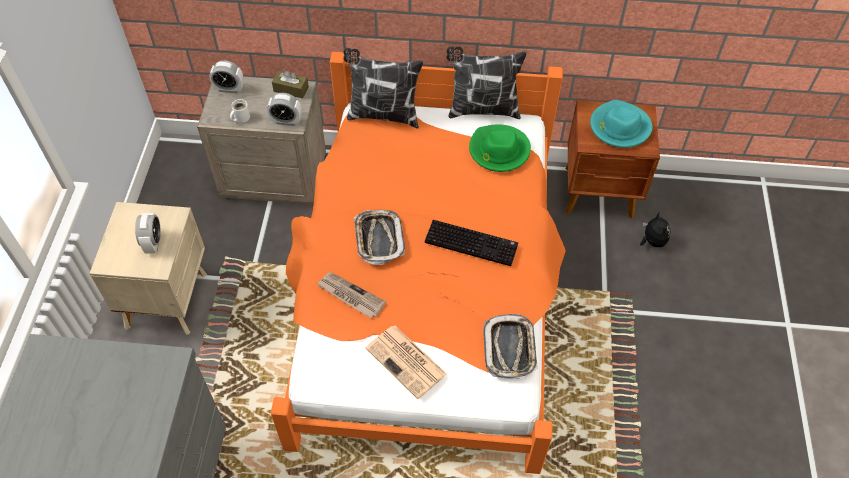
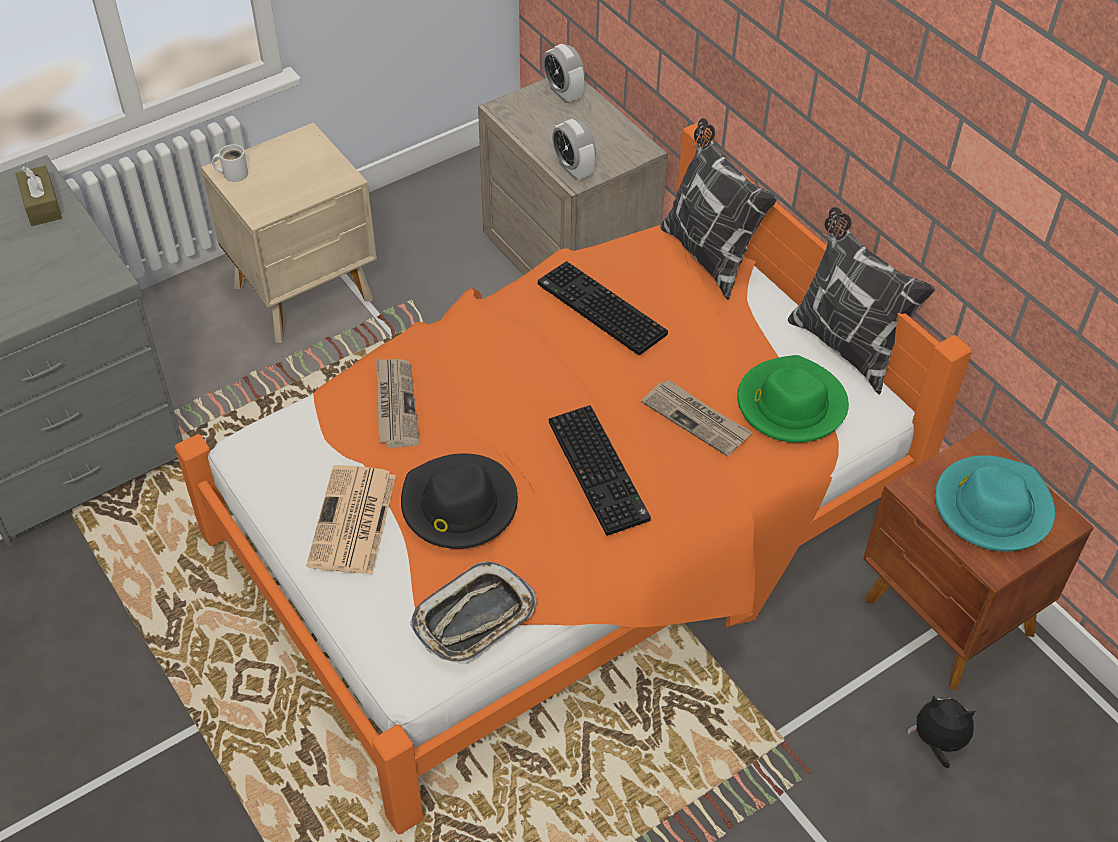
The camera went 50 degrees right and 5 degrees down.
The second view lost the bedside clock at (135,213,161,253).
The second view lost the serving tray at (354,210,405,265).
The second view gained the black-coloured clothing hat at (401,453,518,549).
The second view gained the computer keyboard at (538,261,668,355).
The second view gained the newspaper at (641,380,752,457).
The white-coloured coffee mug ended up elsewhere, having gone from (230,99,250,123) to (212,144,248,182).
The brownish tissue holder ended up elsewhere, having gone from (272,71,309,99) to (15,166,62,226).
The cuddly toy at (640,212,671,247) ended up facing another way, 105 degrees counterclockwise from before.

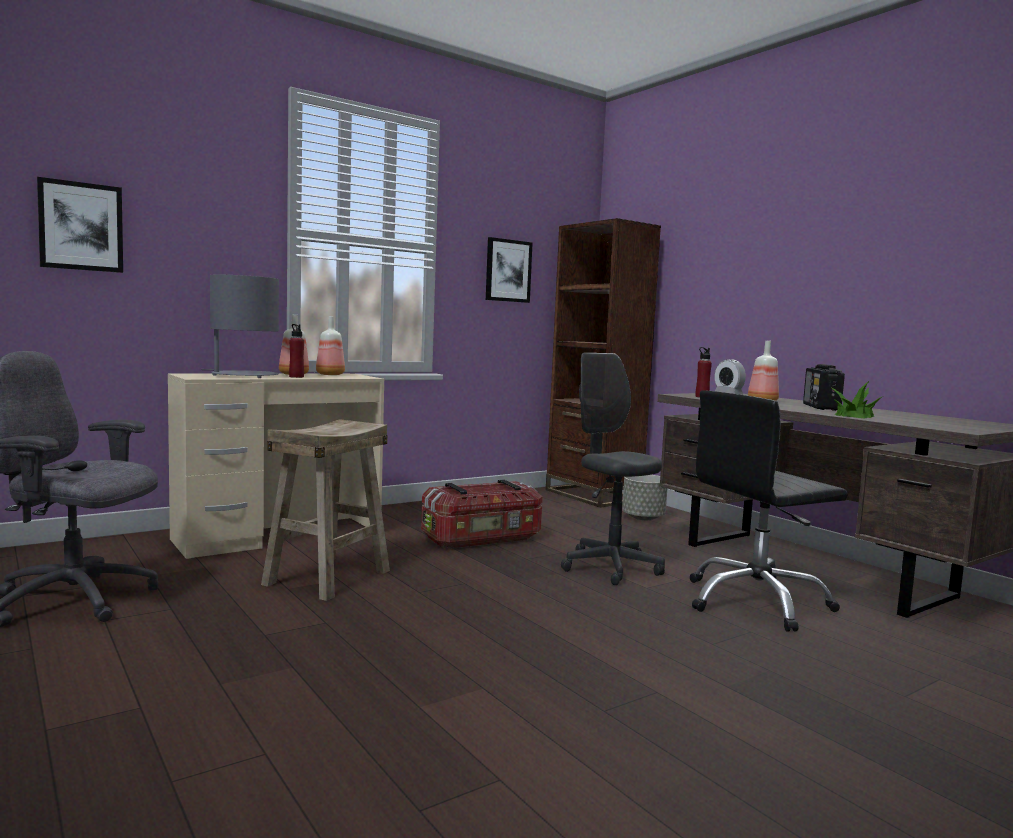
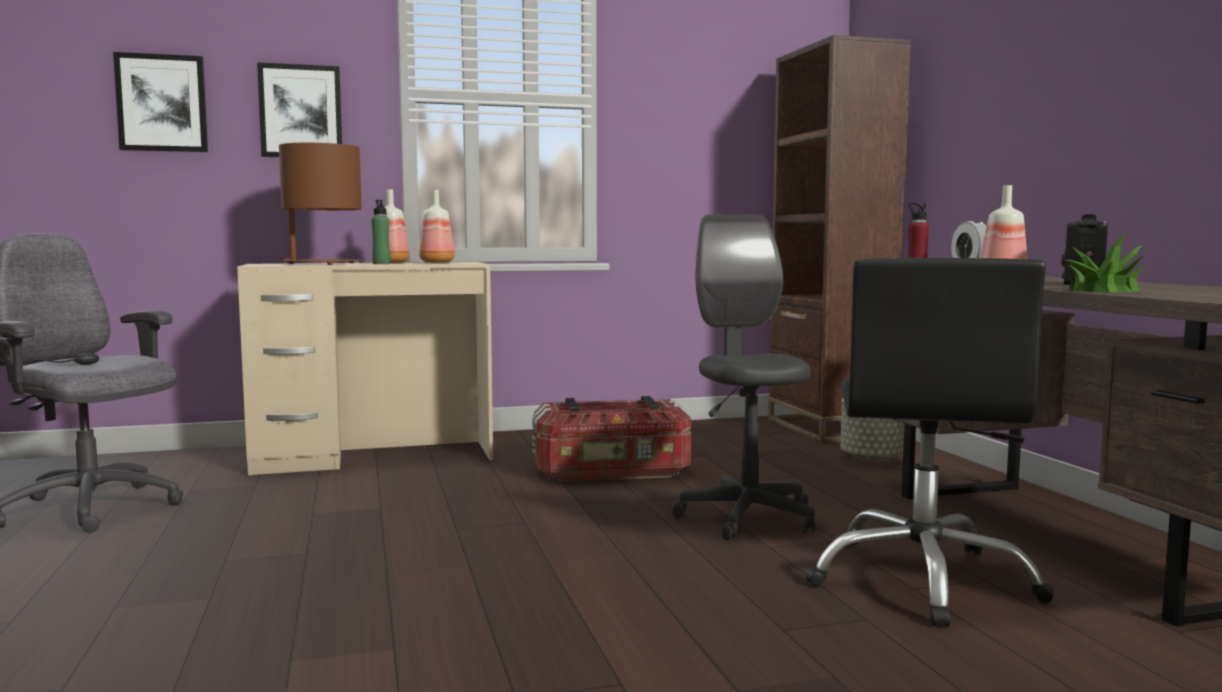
The camera went 20 degrees right and 0 degrees up.
The second view lost the sand-coloured stool seat at (261,419,390,601).
The wall art ended up elsewhere, having gone from (486,237,533,303) to (257,62,342,157).
What was the gray table lamp at (202,274,279,378) turned into the brownish table lamp at (277,143,364,265).
What was the reddish bottle at (289,324,304,378) turned into the green-coloured bottle at (371,200,390,264).
The black-coloured desk chair at (689,390,848,632) ended up facing another way, 75 degrees counterclockwise from before.

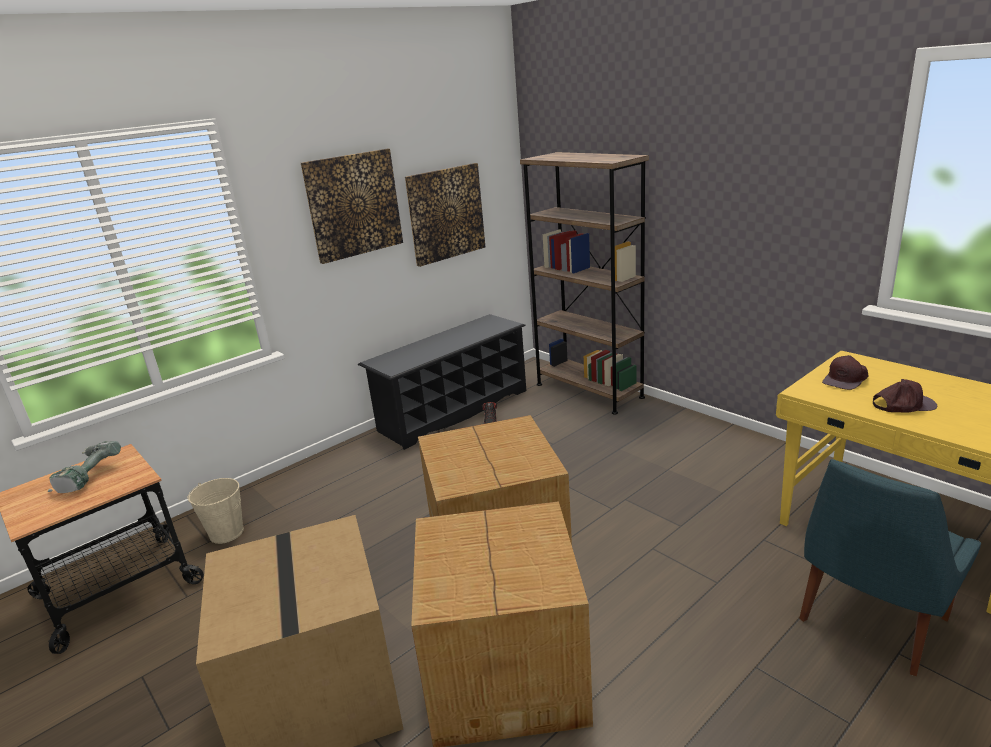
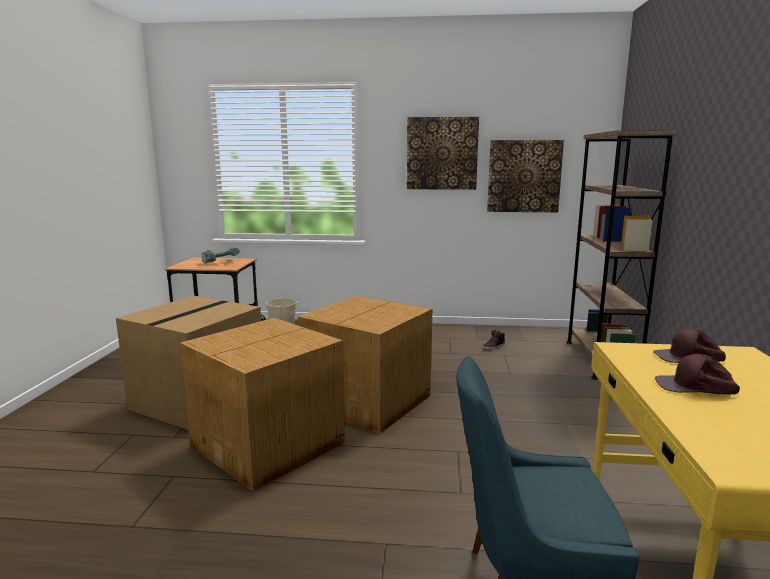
The camera went 45 degrees right and 10 degrees down.
The second view lost the black-coloured shoe rack at (358,314,526,450).
The brownish peaked cap at (873,379,937,413) ended up facing another way, 150 degrees clockwise from before.

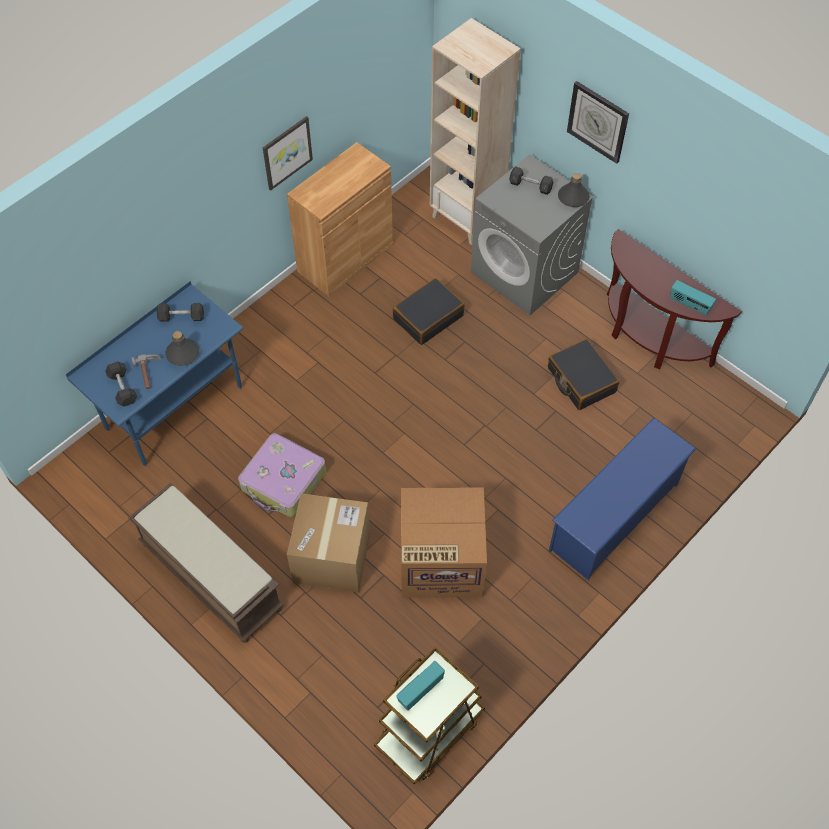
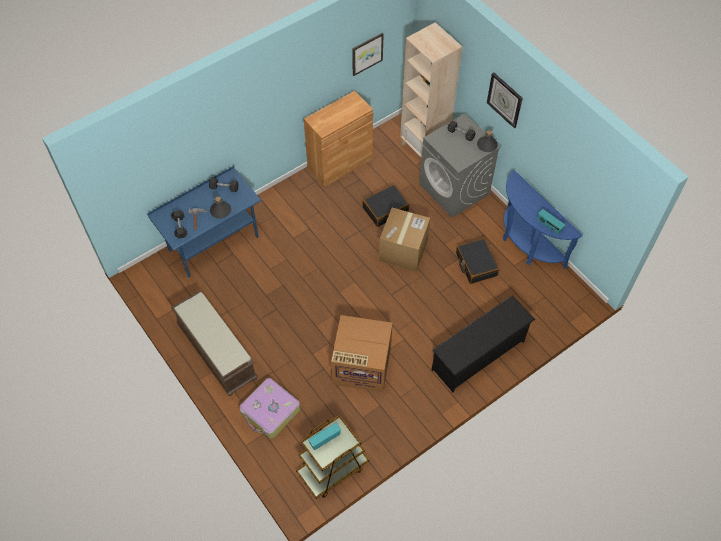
The camera went 10 degrees right and 0 degrees up.
The travel case ended up elsewhere, having gone from (238,433,326,517) to (239,378,300,439).
The wall art ended up elsewhere, having gone from (263,116,313,191) to (352,33,384,76).
The cardboard box ended up elsewhere, having gone from (287,493,370,593) to (379,208,430,272).
What was the blue shoe rack at (549,418,696,580) turned into the black-coloured shoe rack at (432,296,535,392).
What was the brownish hall table at (607,229,742,369) turned into the blue hall table at (503,170,583,269).

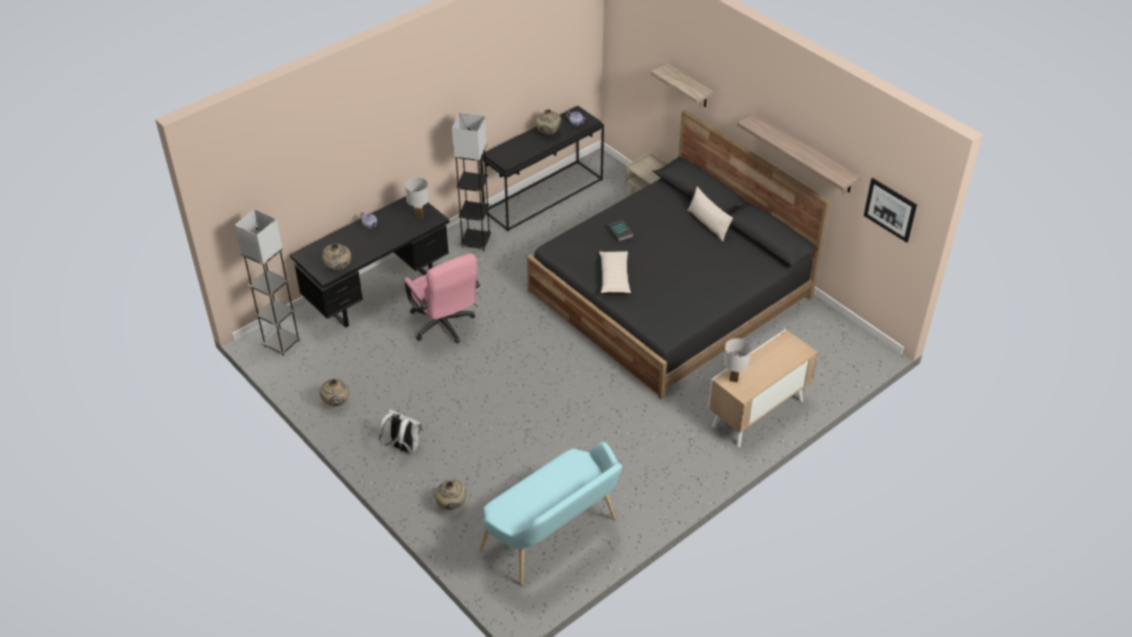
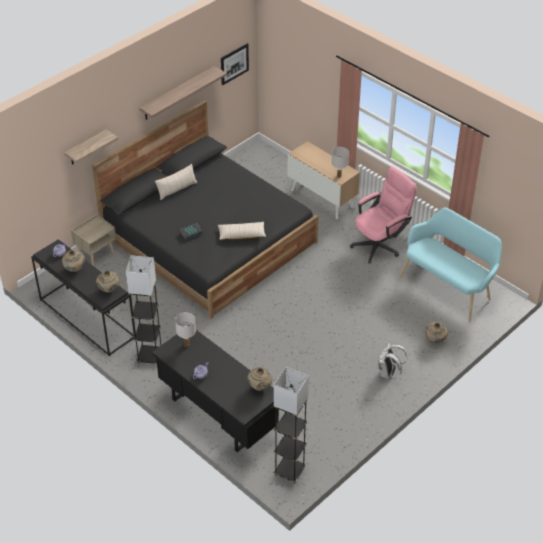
The camera went 95 degrees left and 0 degrees up.
The sand-coloured decorative vase ended up elsewhere, having gone from (320,379,350,406) to (96,271,120,292).
The pinkish desk chair ended up elsewhere, having gone from (404,254,480,343) to (350,167,417,264).

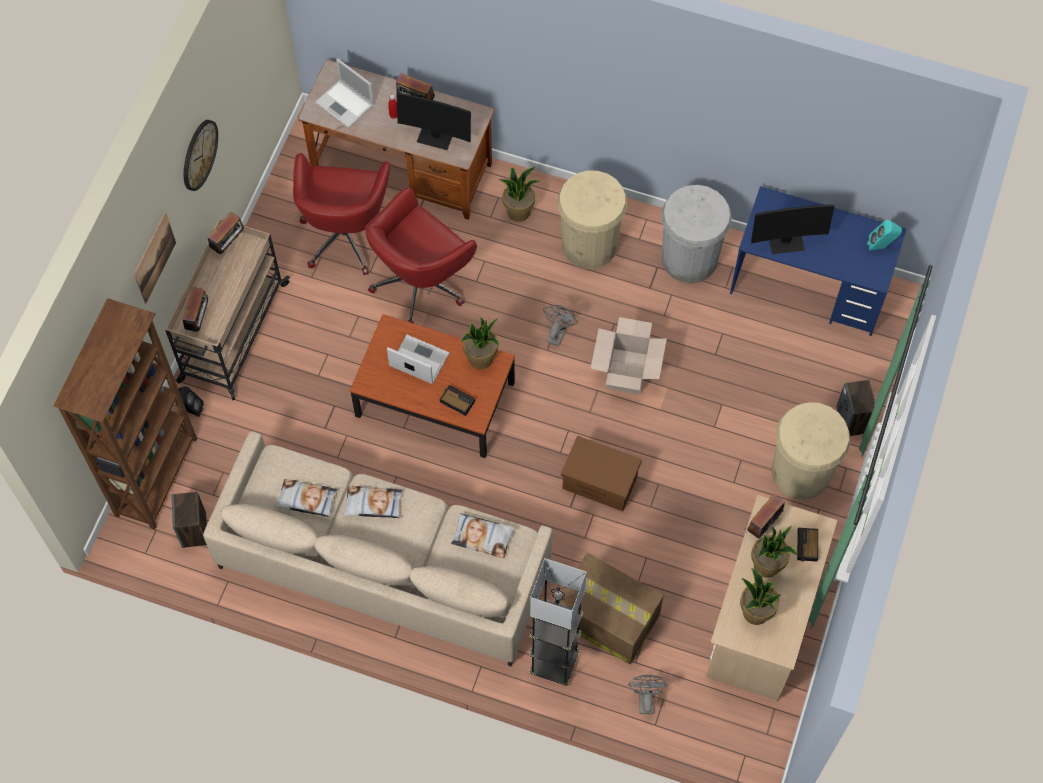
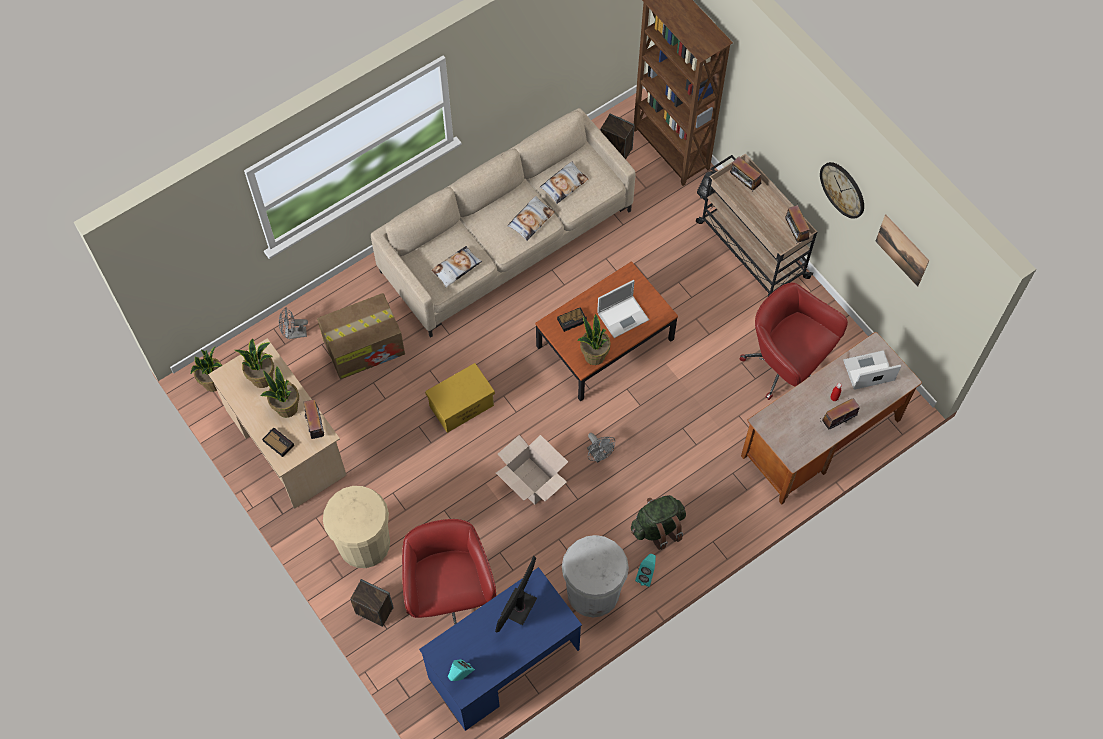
The camera went 125 degrees right and 0 degrees up.
The second view lost the monitor at (396,93,471,150).
The second view lost the gray floor lamp at (529,558,586,686).
The second view gained the turquoise-coloured speaker at (635,554,656,587).
The wall art ended up elsewhere, having gone from (134,212,176,304) to (875,215,929,287).
The reddish desk chair ended up elsewhere, having gone from (365,188,477,324) to (402,519,497,625).
The houseplant ended up elsewhere, having gone from (499,167,540,222) to (191,346,222,392).
Where the sand-coloured waste bin stood at (557,171,627,269), the green-coloured backpack came to stand at (631,495,686,550).
What was the brownish storage box at (561,436,642,511) turned into the yellow storage box at (425,363,495,433).
The gray fan at (628,675,668,714) ended up facing another way, 135 degrees clockwise from before.

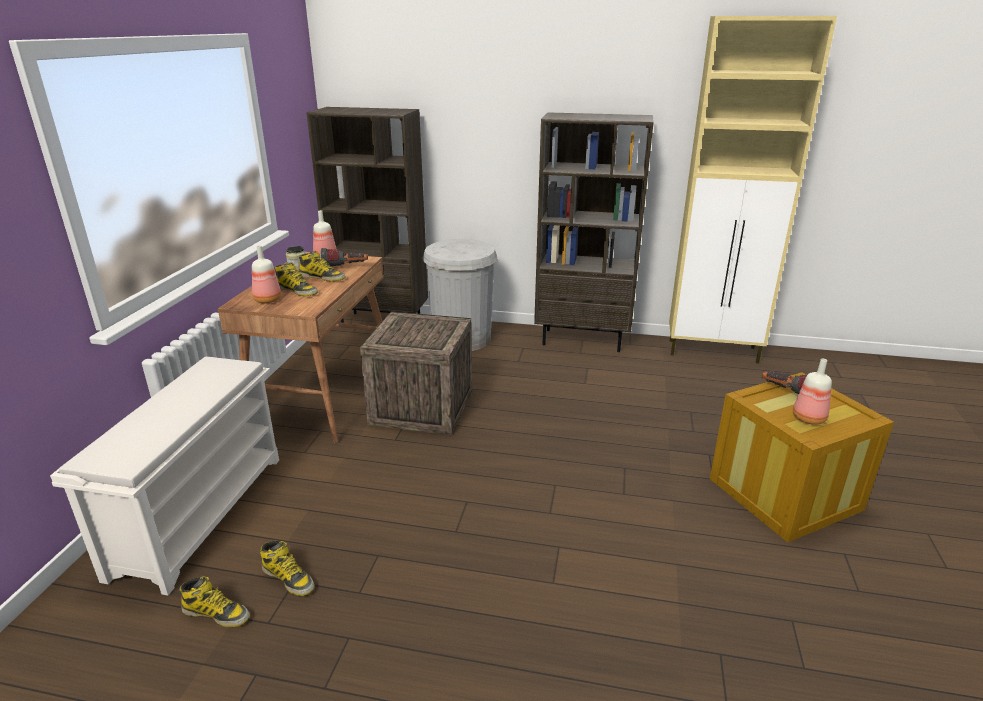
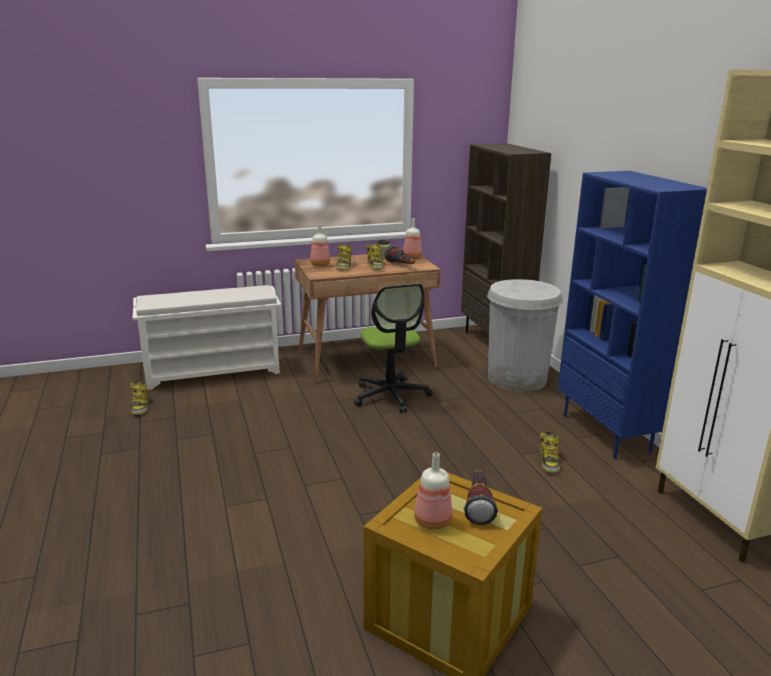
The camera went 60 degrees right and 5 degrees down.
The tall boot ended up elsewhere, having gone from (260,541,315,596) to (540,432,560,473).
Where the shipping crate stood at (360,311,472,435), the desk chair came to stand at (354,284,433,413).
What was the brownish bookcase at (534,112,654,352) turned into the blue bookcase at (558,171,707,459).

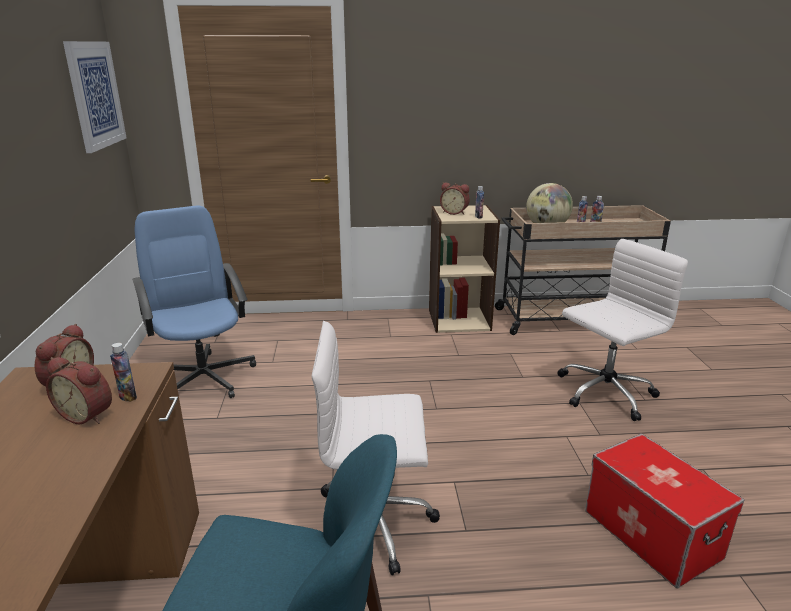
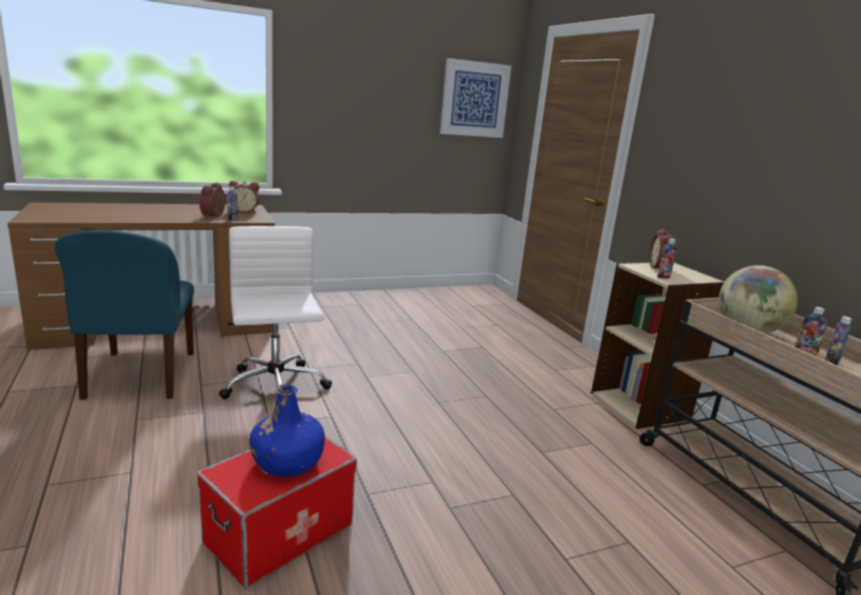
The camera went 70 degrees right and 5 degrees down.
The second view lost the blue desk chair at (132,205,256,398).
The second view lost the white-coloured desk chair at (558,239,688,421).
The second view gained the blue bottle at (249,384,325,477).

